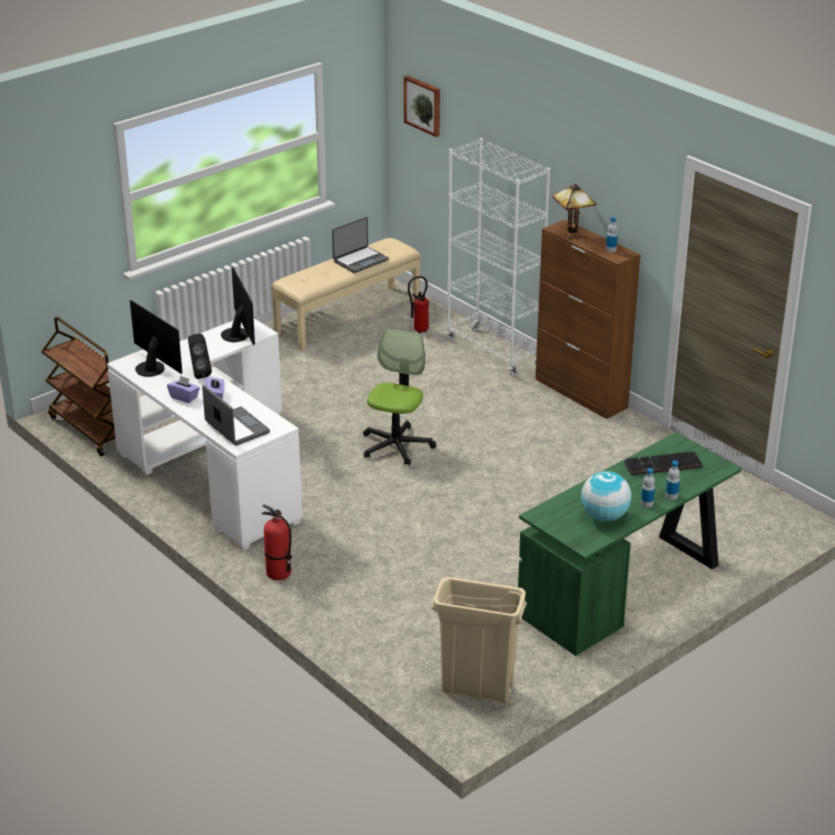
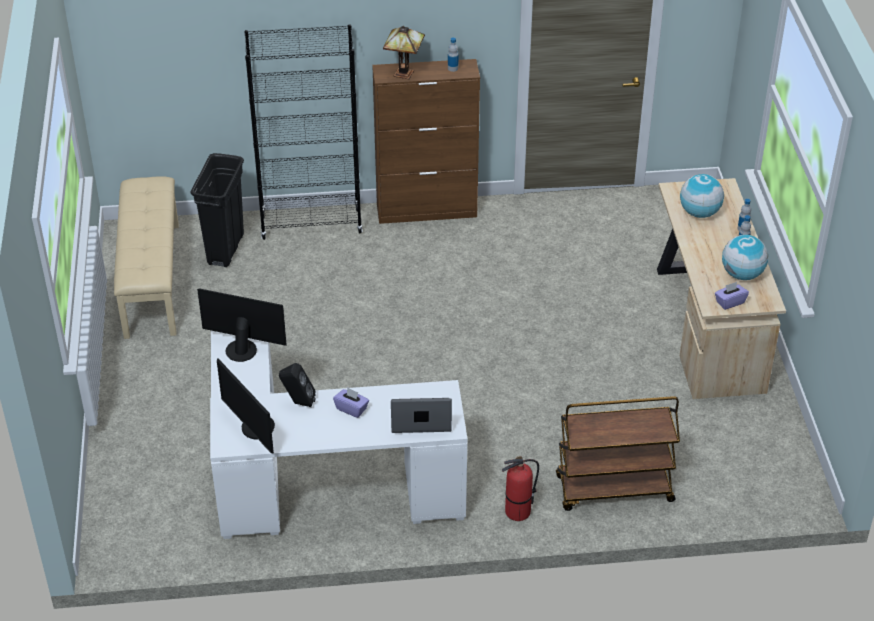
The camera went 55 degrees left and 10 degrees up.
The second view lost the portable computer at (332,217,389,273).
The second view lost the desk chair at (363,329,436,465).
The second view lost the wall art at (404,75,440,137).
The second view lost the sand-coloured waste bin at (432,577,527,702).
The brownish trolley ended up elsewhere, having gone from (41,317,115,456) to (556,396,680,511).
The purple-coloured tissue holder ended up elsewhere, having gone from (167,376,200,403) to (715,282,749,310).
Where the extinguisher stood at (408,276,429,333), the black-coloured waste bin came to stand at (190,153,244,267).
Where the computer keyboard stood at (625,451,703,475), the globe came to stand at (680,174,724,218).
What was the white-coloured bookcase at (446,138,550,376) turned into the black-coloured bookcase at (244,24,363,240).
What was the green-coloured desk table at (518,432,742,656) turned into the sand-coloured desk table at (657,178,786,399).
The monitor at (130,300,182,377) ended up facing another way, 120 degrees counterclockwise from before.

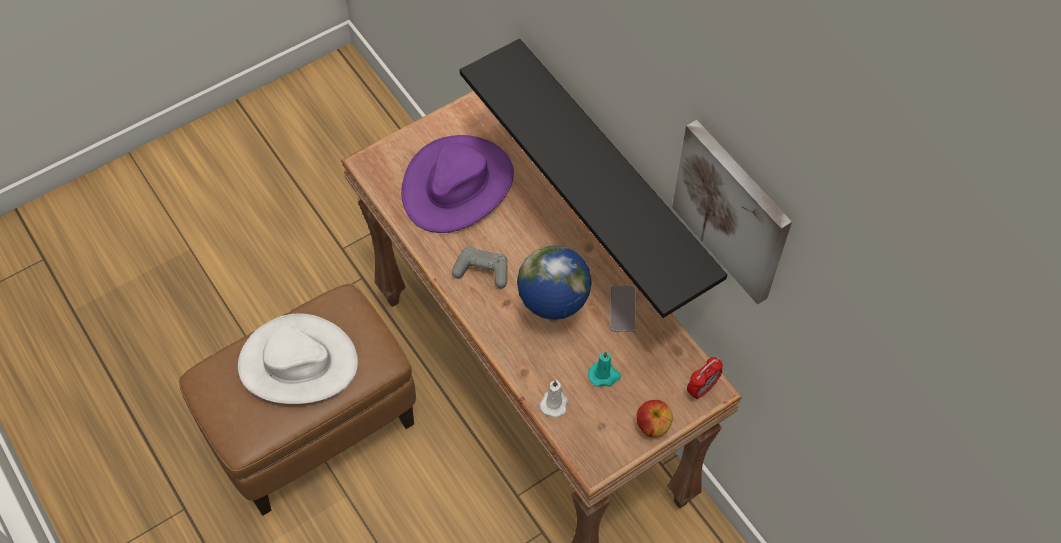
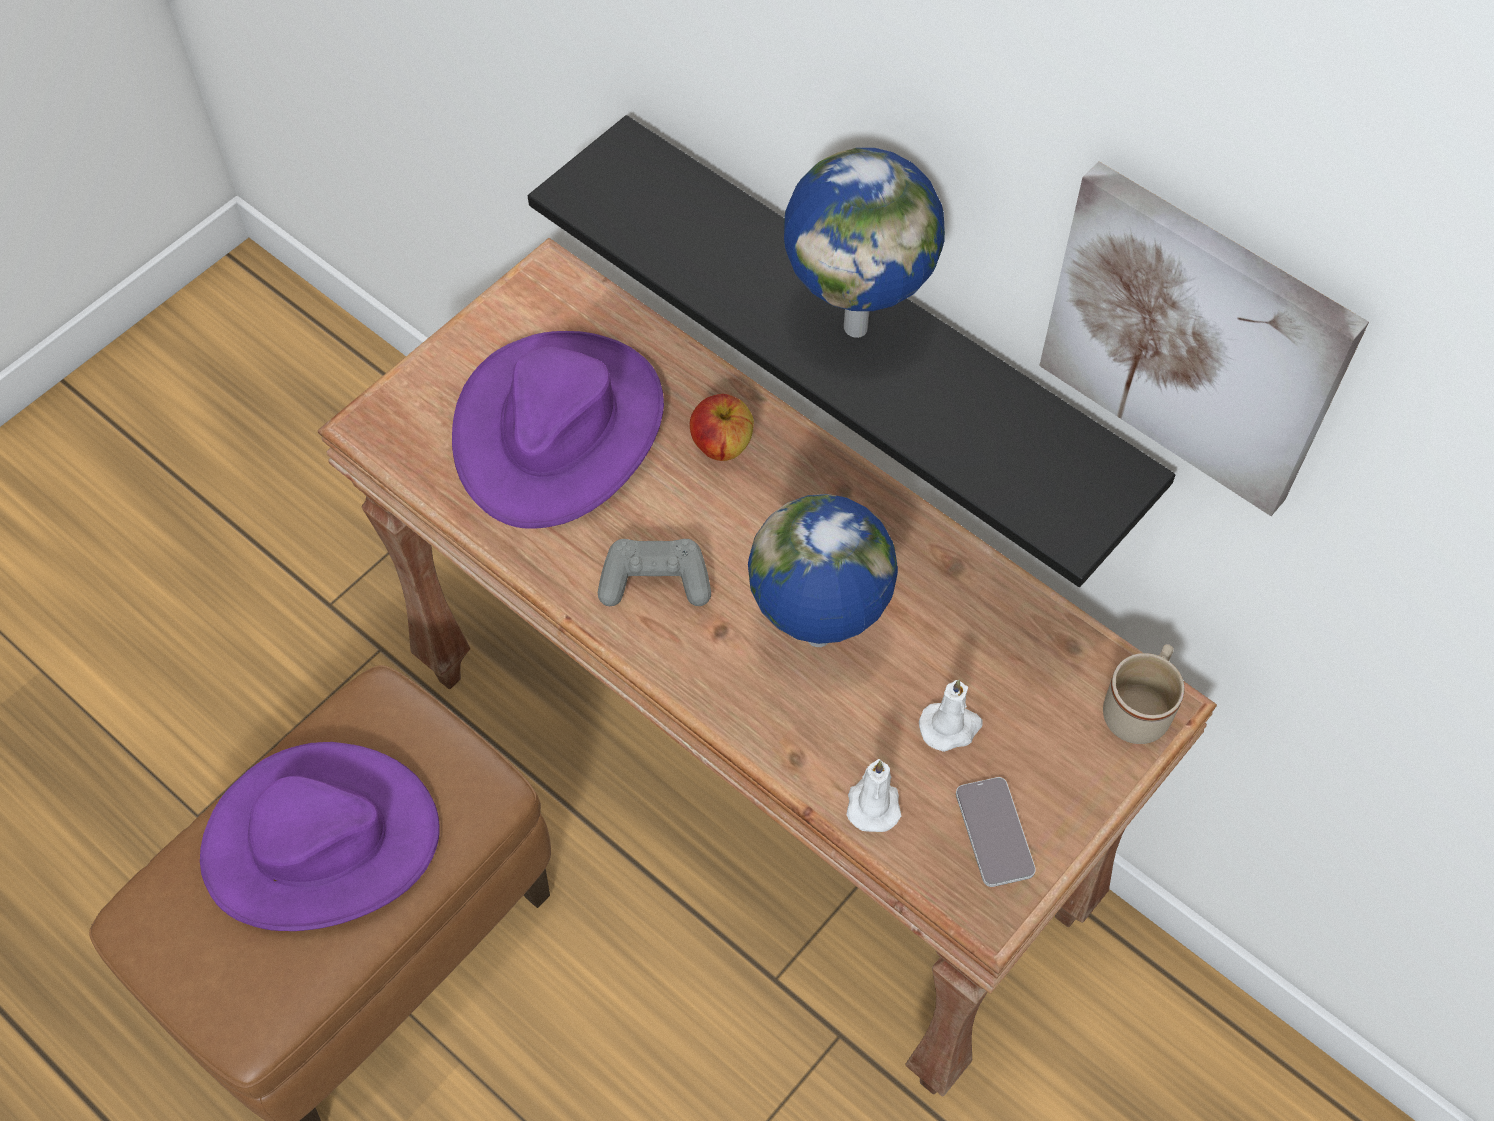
The camera went 15 degrees left and 0 degrees up.
The second view gained the globe at (784,148,945,338).
The phone ended up elsewhere, having gone from (610,285,636,332) to (956,777,1036,887).
The apple ended up elsewhere, having gone from (636,400,673,437) to (690,394,754,461).
Where the bedside clock stood at (687,357,723,400), the sand-coloured coffee mug came to stand at (1103,644,1185,744).
What was the white-coloured clothing hat at (238,314,358,404) turned into the purple-coloured clothing hat at (200,742,440,931).
What was the turquoise-coloured candle at (588,351,621,387) turned into the white-coloured candle at (919,680,982,752).

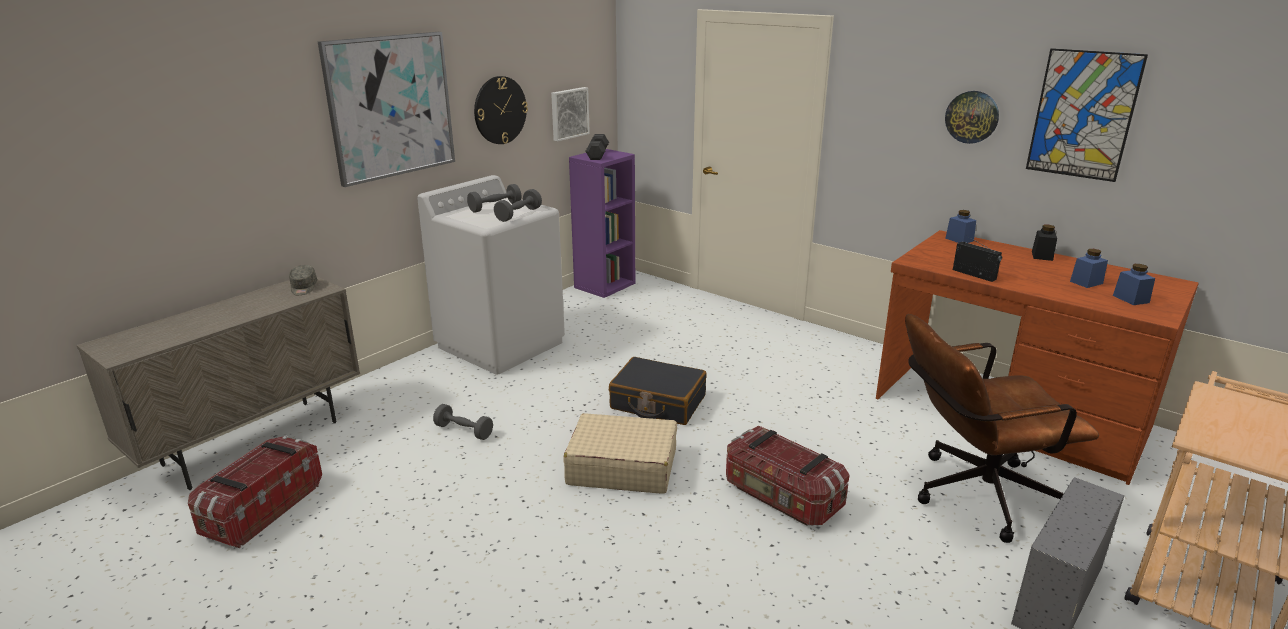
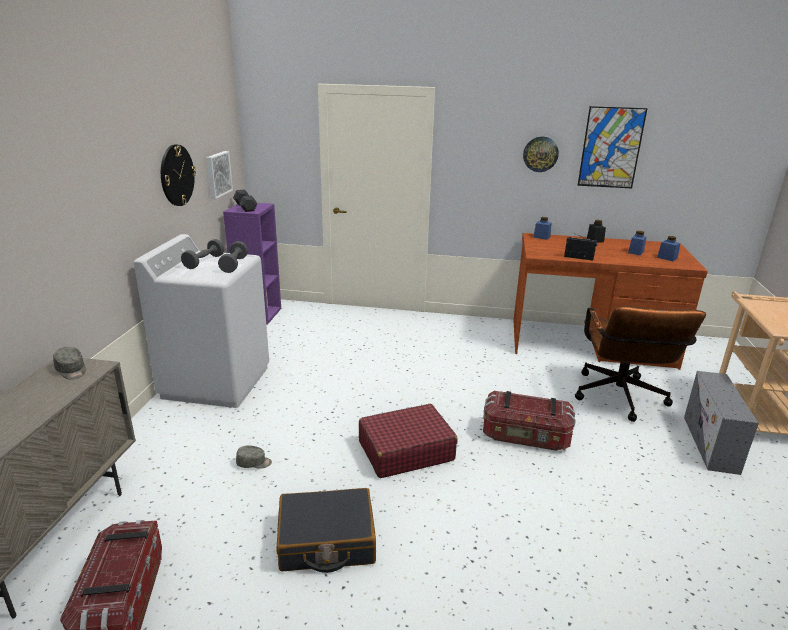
The camera went 30 degrees left and 0 degrees up.
The second view lost the wall art at (318,32,455,187).
The black-coloured travel case ended up elsewhere, having gone from (609,357,707,425) to (277,488,376,573).
Where the gray dumbbell stood at (433,404,493,440), the gray peaked cap came to stand at (236,445,272,469).
What was the sand-coloured travel case at (564,413,677,494) turned into the reddish travel case at (359,404,457,478).
The brownish desk chair at (905,314,1099,543) ended up facing another way, 45 degrees counterclockwise from before.

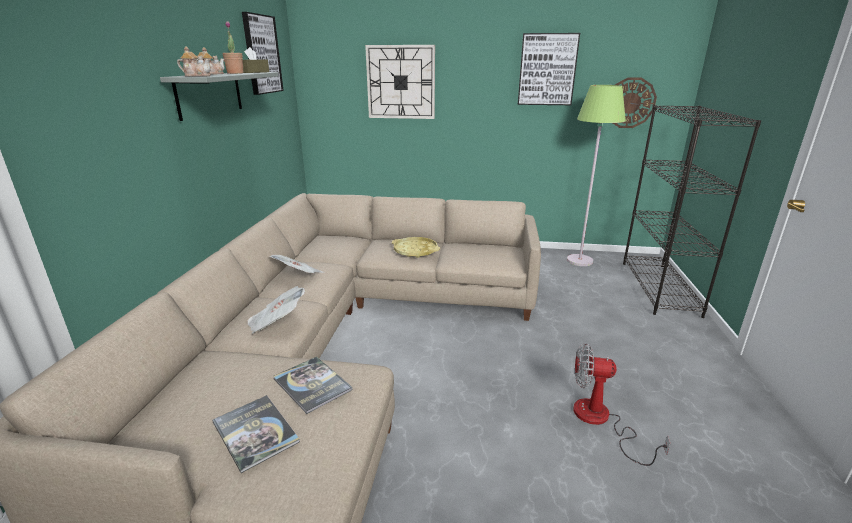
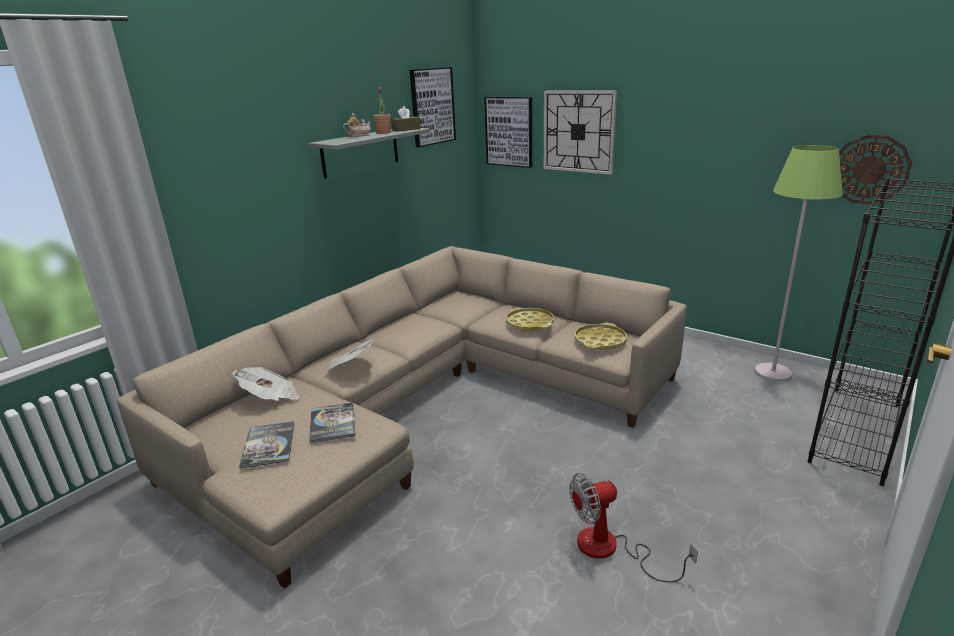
The camera went 30 degrees right and 0 degrees up.
The second view lost the teapot at (177,46,211,77).
The second view gained the yellow serving tray at (575,323,627,350).
The newspaper ended up elsewhere, having gone from (269,255,325,274) to (233,367,299,401).
The wall art ended up elsewhere, having gone from (518,33,580,105) to (484,97,532,168).
The fan at (573,343,671,466) ended up facing another way, 60 degrees counterclockwise from before.

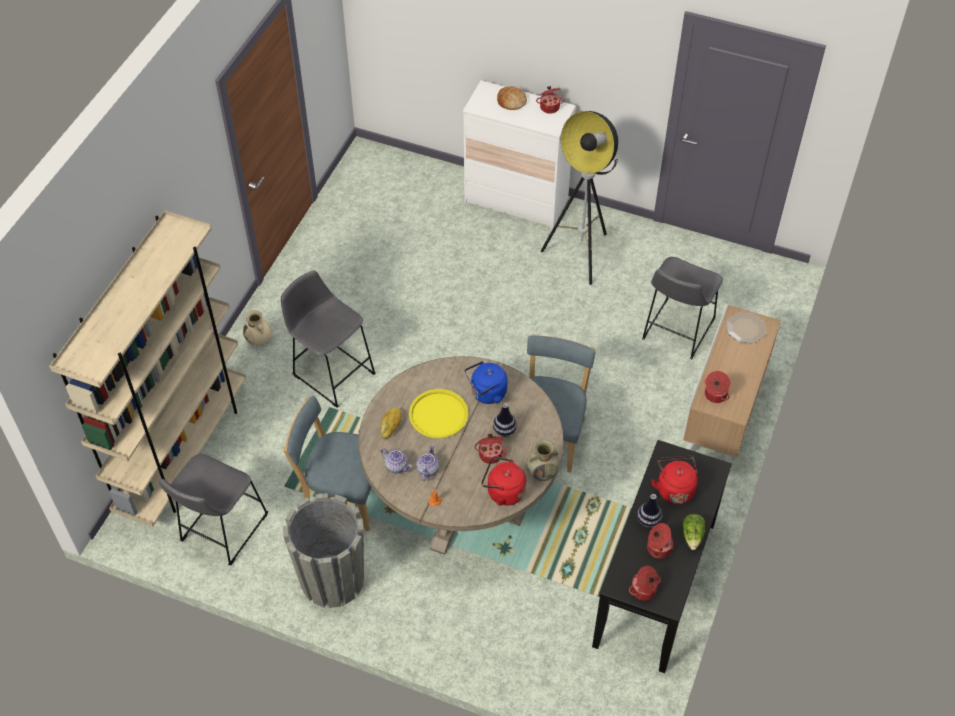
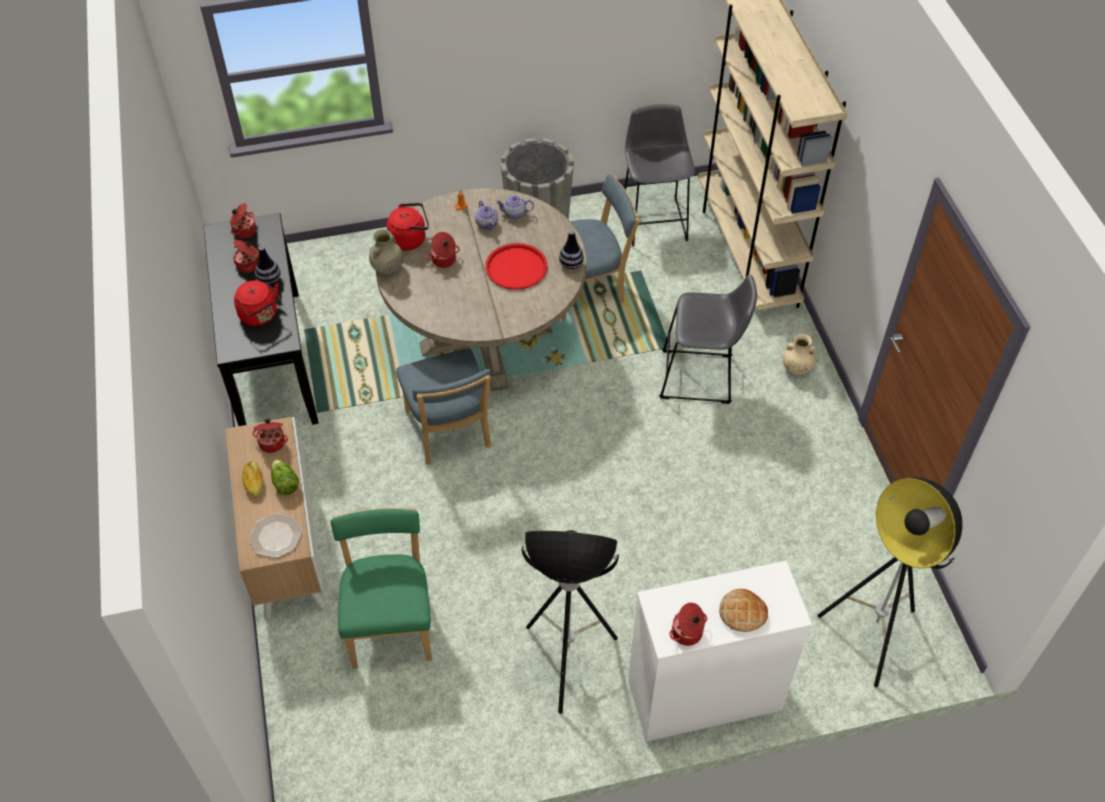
The camera went 145 degrees right and 0 degrees up.
The second view lost the blue tea kettle at (465,361,508,404).
The second view gained the floor lamp at (817,477,963,687).
The bread ended up elsewhere, having gone from (381,408,402,439) to (242,462,263,498).
The decorative vase ended up elsewhere, having gone from (493,403,517,437) to (559,230,584,269).
The head of lettuce ended up elsewhere, having gone from (682,514,705,550) to (271,459,299,495).
Where the gray stool seat stood at (642,257,723,360), the green-coloured upright chair came to stand at (330,508,432,669).
What was the yellow serving tray at (409,389,468,438) turned into the reddish serving tray at (485,243,548,290).

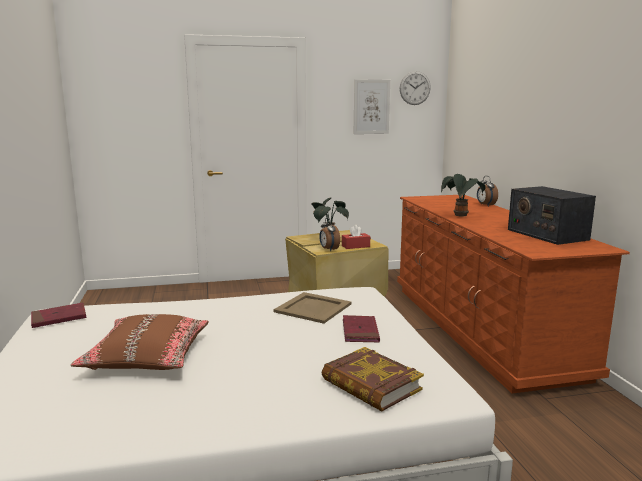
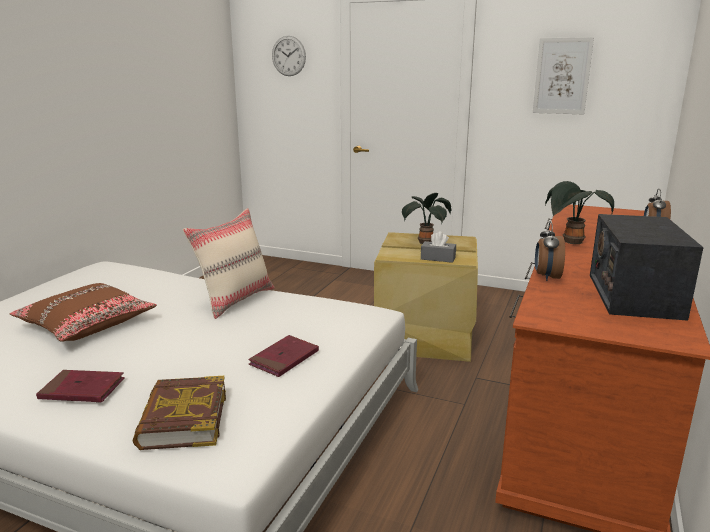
The camera went 35 degrees right and 5 degrees up.
The second view lost the sand-coloured serving tray at (274,292,351,324).
The second view gained the sand-coloured cushion at (183,208,275,319).
The reddish book ended up elsewhere, having gone from (31,302,86,328) to (36,370,125,402).
The bedside clock ended up elsewhere, having gone from (319,217,340,251) to (535,221,565,281).
The clock on the wall ended up elsewhere, having gone from (400,71,431,105) to (272,36,306,76).
What was the reddish tissue holder at (342,225,370,249) turned into the gray tissue holder at (421,231,456,263).

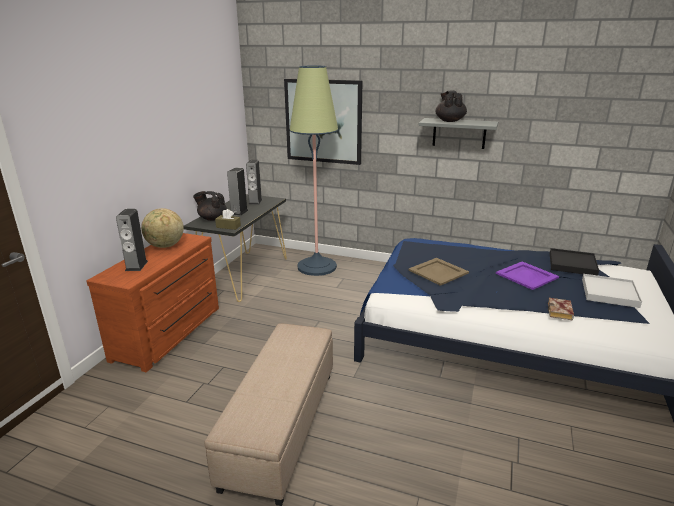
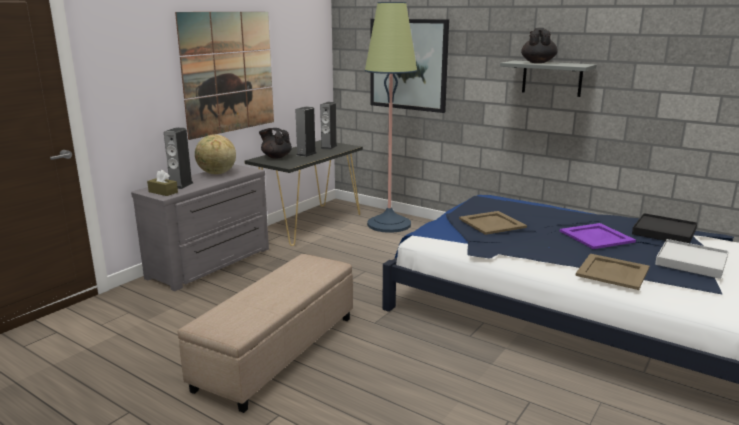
The camera went 15 degrees right and 5 degrees down.
The second view gained the wall art at (175,12,274,140).
The brownish tissue holder ended up elsewhere, having gone from (215,209,241,230) to (147,170,178,196).
Where the book stood at (548,298,574,320), the sand-coloured serving tray came to stand at (575,254,650,290).
What was the brownish chest of drawers at (86,233,219,372) turned into the gray chest of drawers at (131,164,269,291).

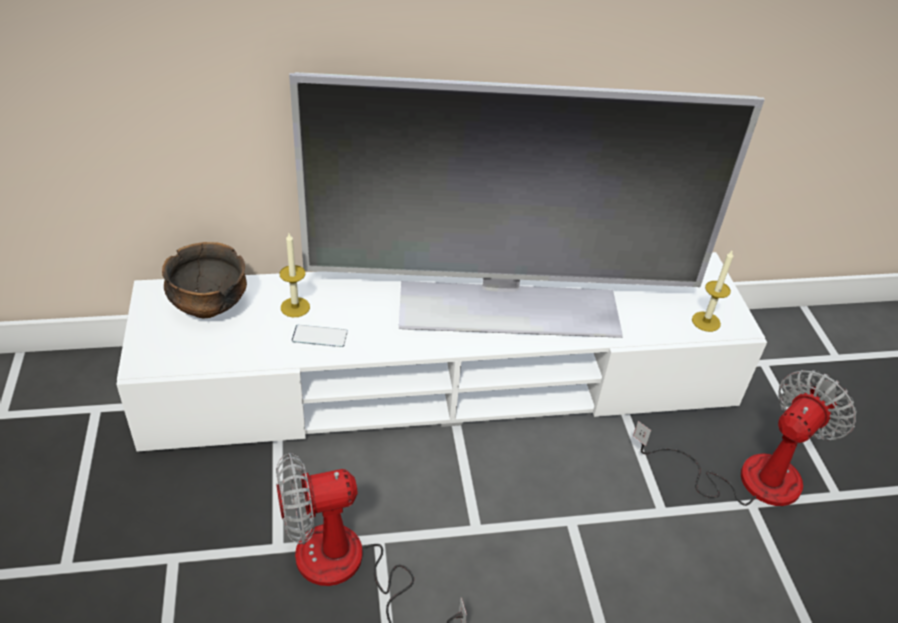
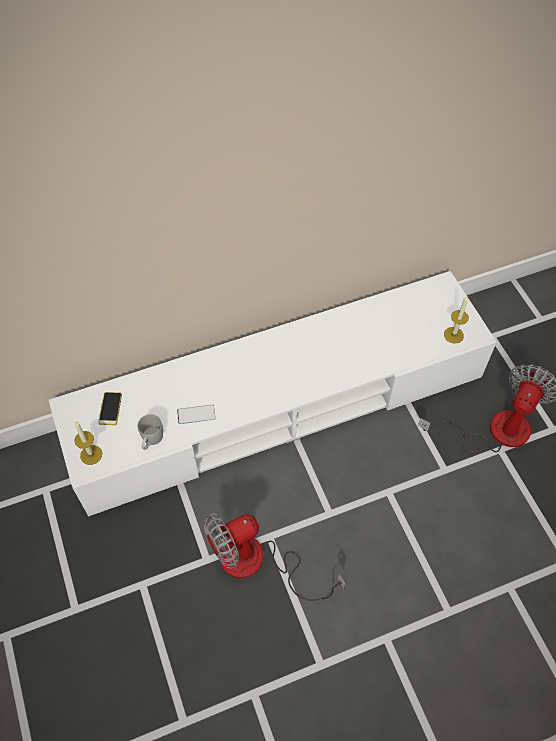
The camera went 10 degrees left and 15 degrees up.
The second view lost the TV set at (289,72,765,338).
The second view gained the white-coloured coffee mug at (138,414,163,450).
The candle ended up elsewhere, having gone from (280,233,310,317) to (74,421,102,465).
Where the deep dish stood at (162,242,247,319), the phone came to stand at (98,392,122,425).

